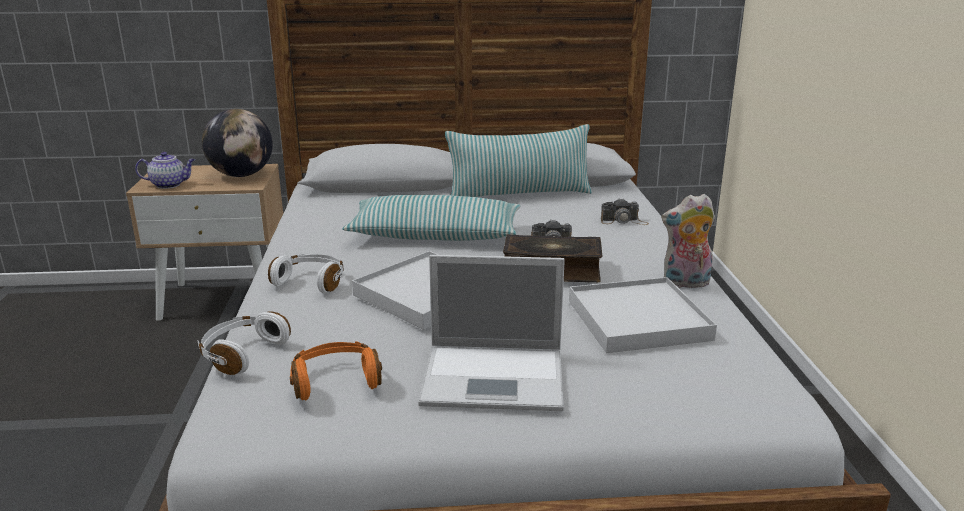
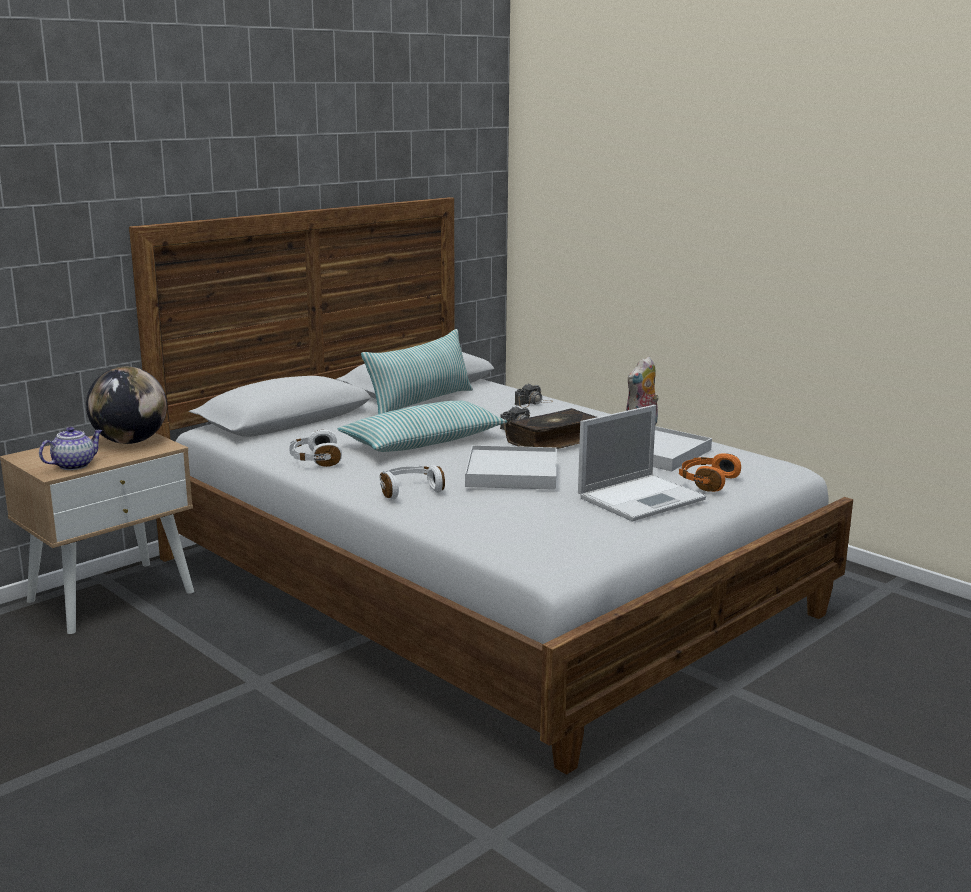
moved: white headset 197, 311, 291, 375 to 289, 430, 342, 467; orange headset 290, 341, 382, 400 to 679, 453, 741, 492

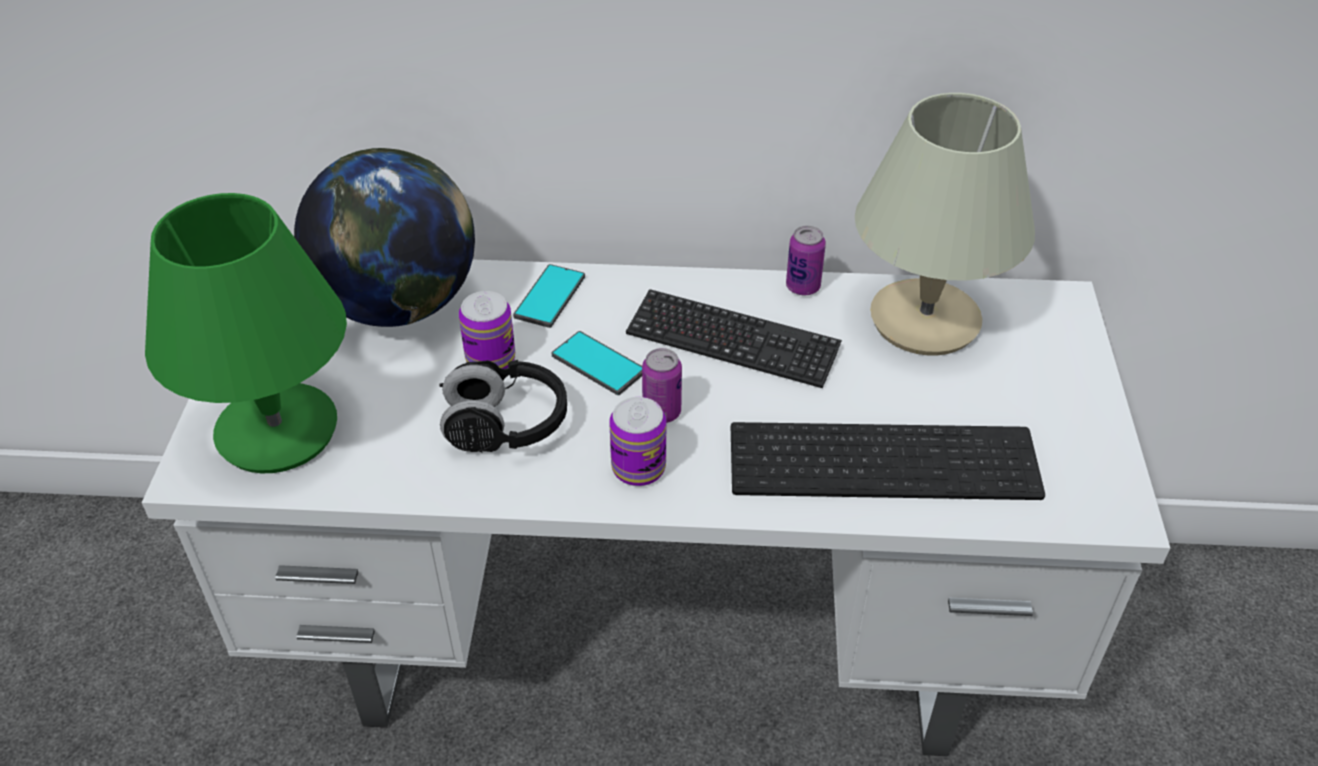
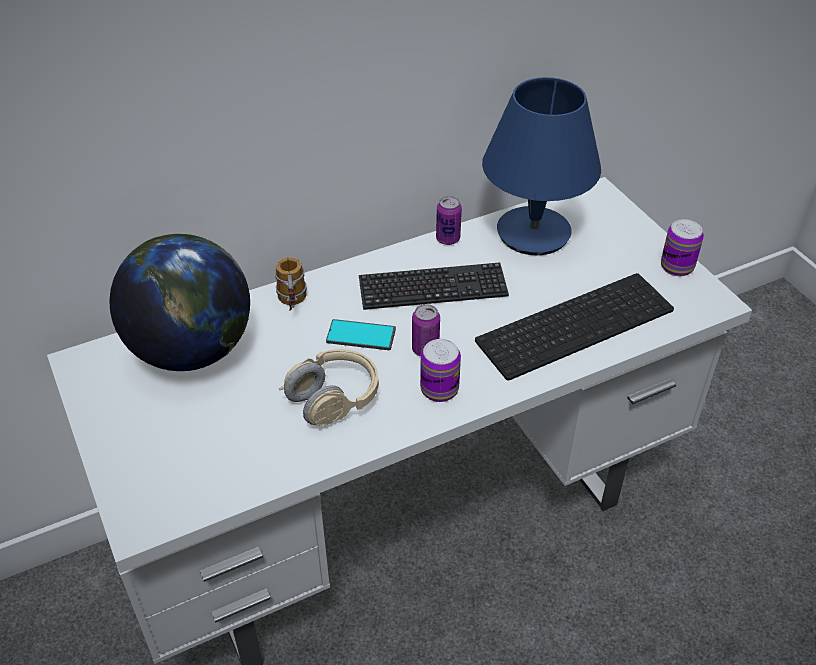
removed: green table lamp 145, 193, 347, 473
moved: sealed can 459, 291, 515, 369 to 661, 219, 704, 276
replaced: handset 513, 264, 585, 328 to mug 275, 257, 307, 311
recoloured: beige table lamp 855, 93, 1035, 356 to blue-coloured table lamp 482, 77, 601, 255; black headset 440, 360, 567, 452 to beige headset 279, 349, 379, 426

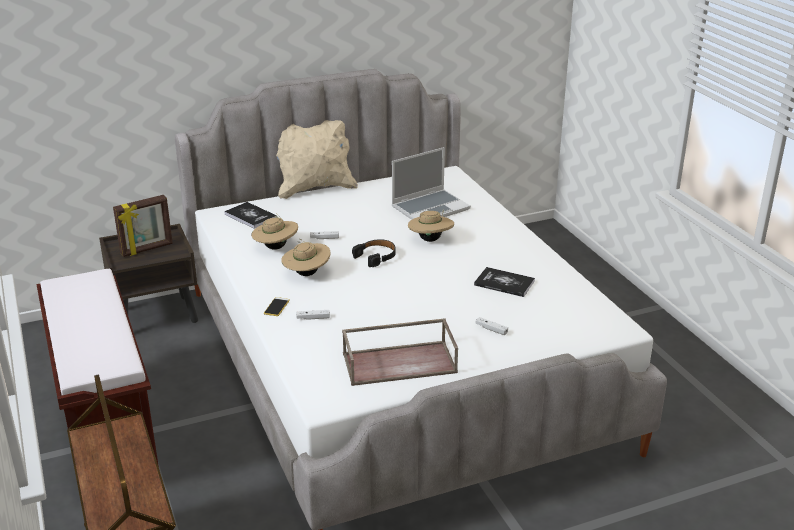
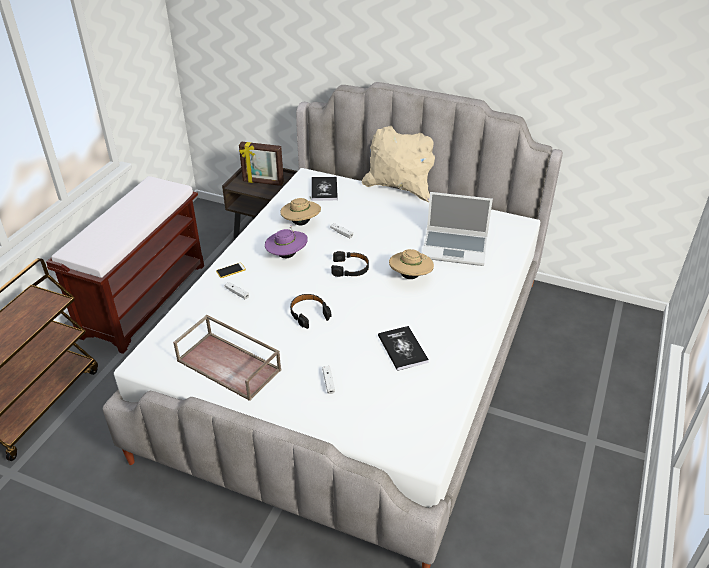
added: black headset 290, 294, 331, 329
recoloured: beige hat 281, 239, 330, 276 to purple-coloured hat 265, 225, 308, 258

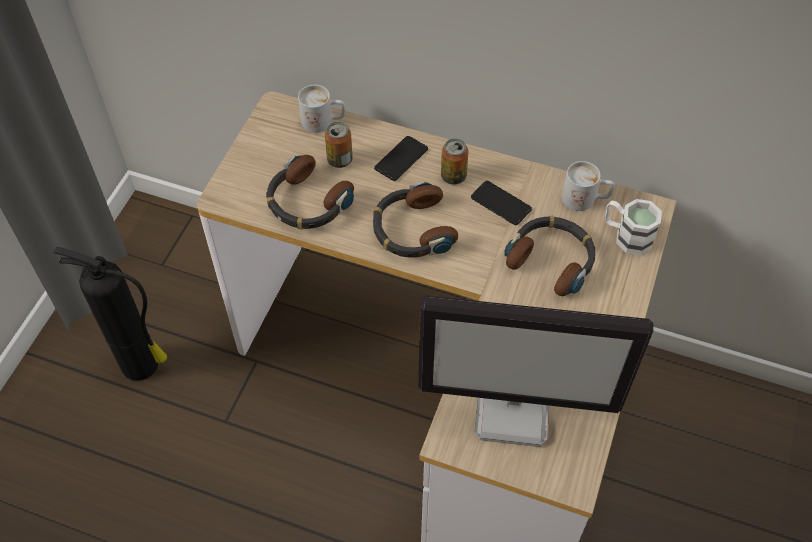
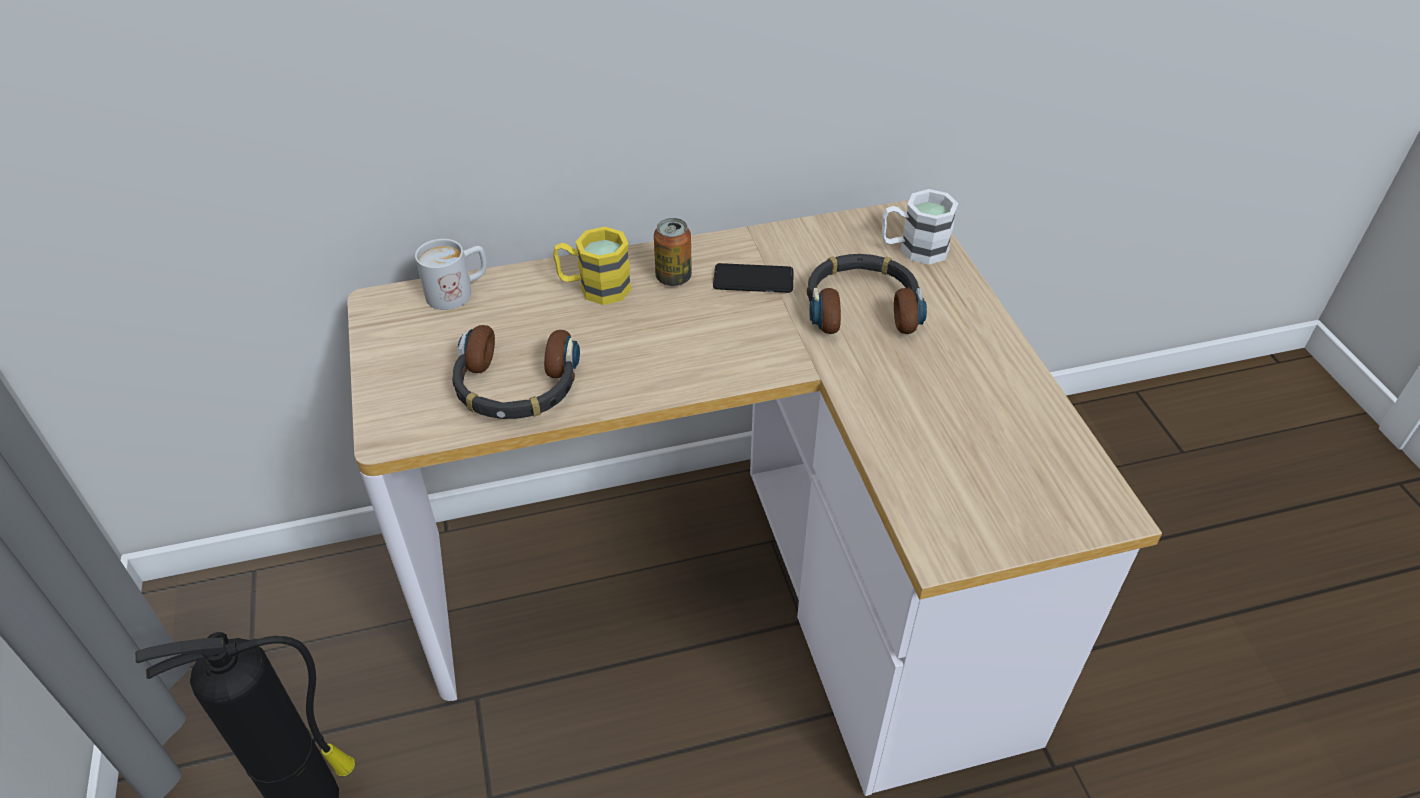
removed: sealed can 325, 122, 353, 168; white mug 562, 161, 615, 211; headset 373, 182, 458, 258; monitor 418, 296, 654, 447
replaced: handset 374, 136, 428, 181 to yellow-coloured mug 553, 227, 632, 305

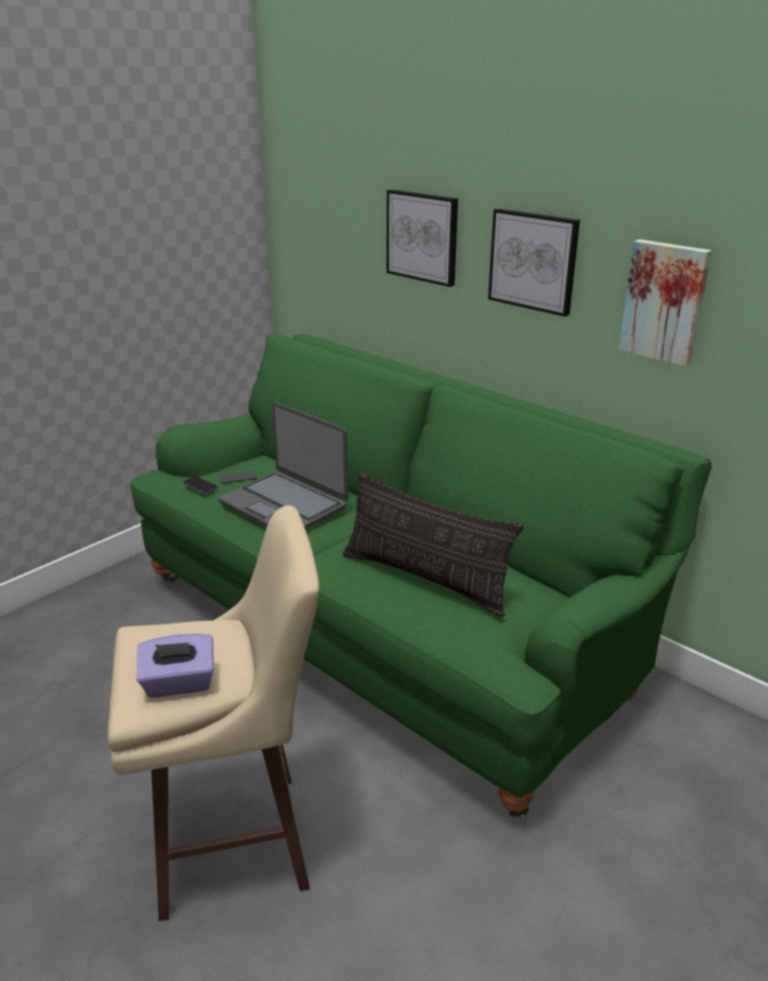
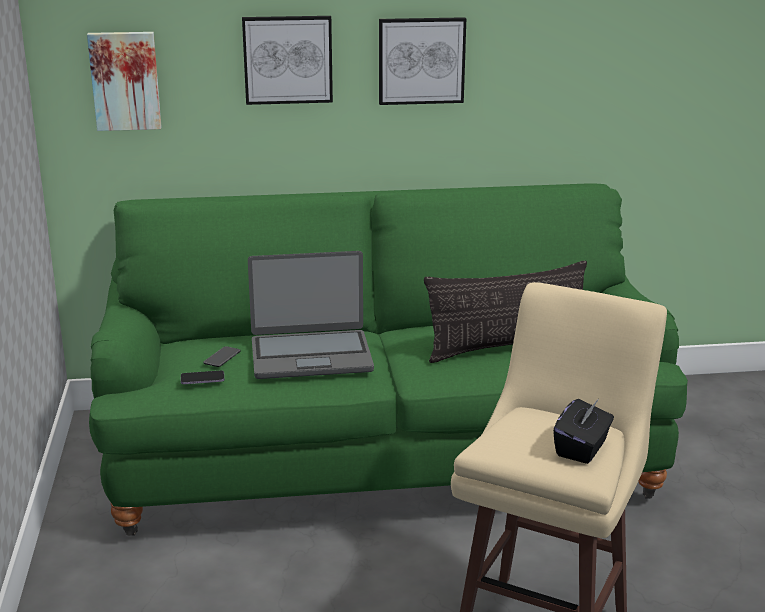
moved: picture 619, 239, 712, 366 to 87, 32, 161, 131
recoloured: purple-coloured tissue box 137, 634, 214, 698 to black tissue box 553, 399, 614, 464

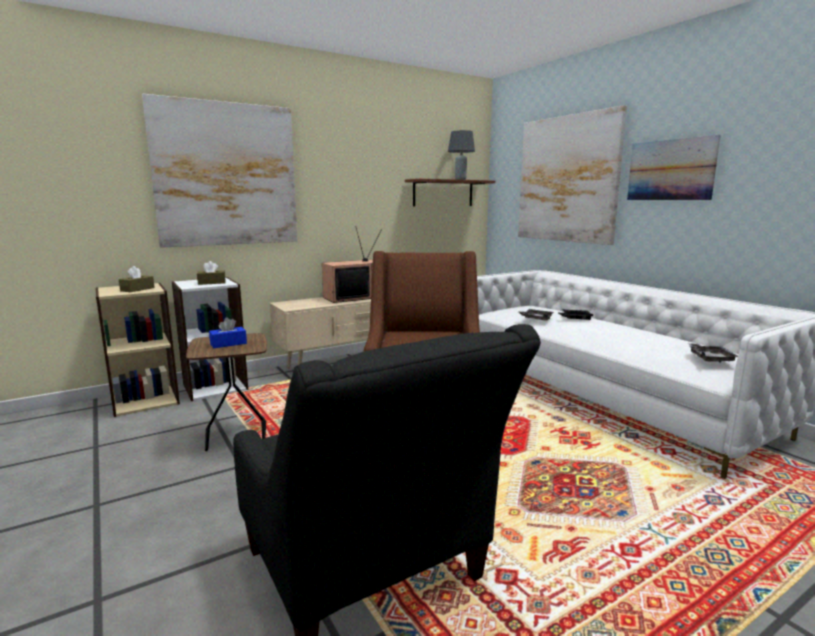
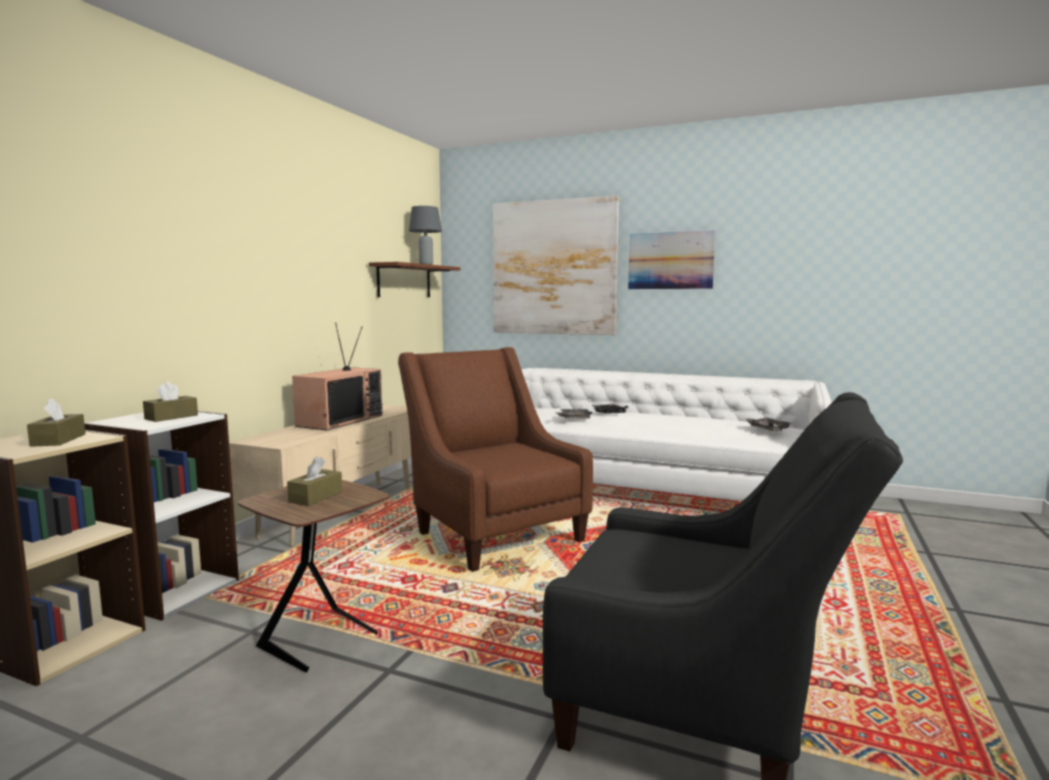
removed: picture 142, 94, 298, 248
recoloured: blue-coloured tissue box 209, 317, 247, 348 to brown tissue box 287, 456, 342, 506

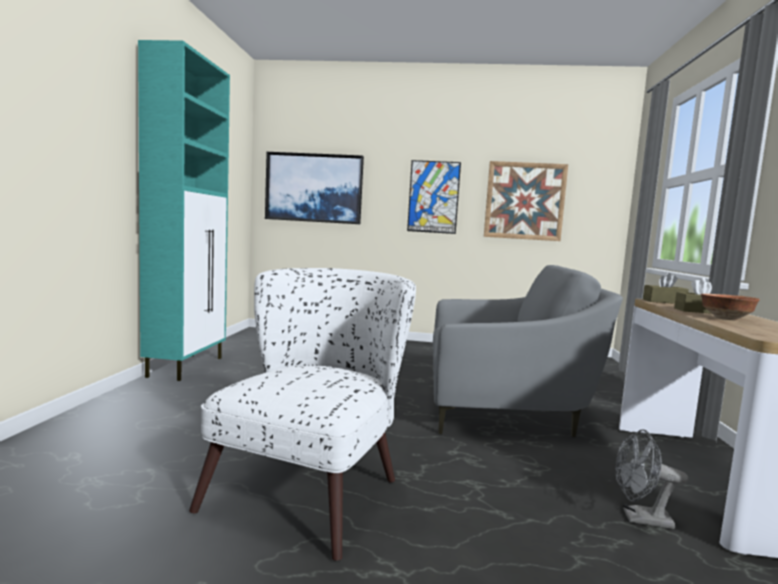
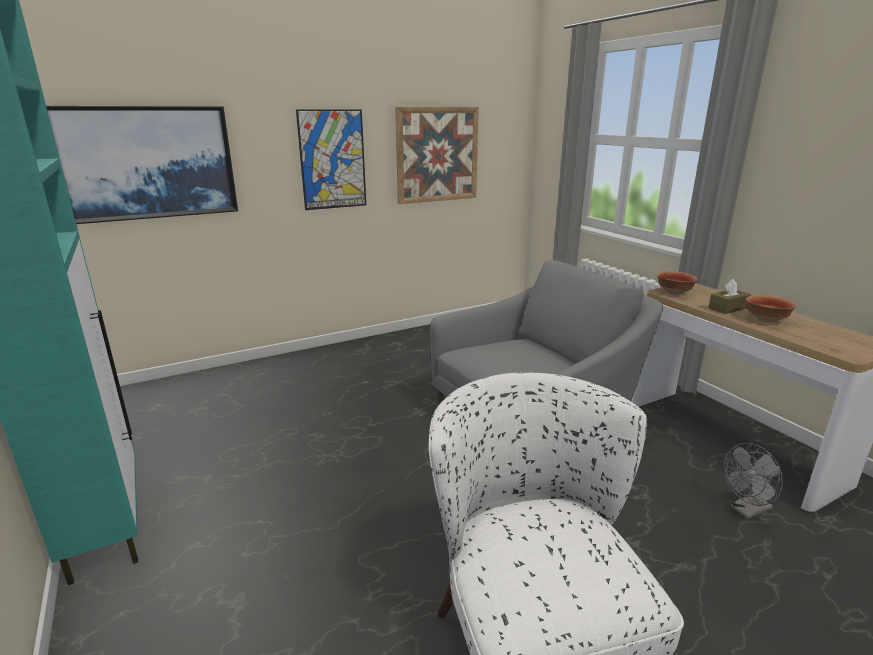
replaced: brown tissue box 643, 273, 689, 304 to serving bowl 657, 271, 698, 295

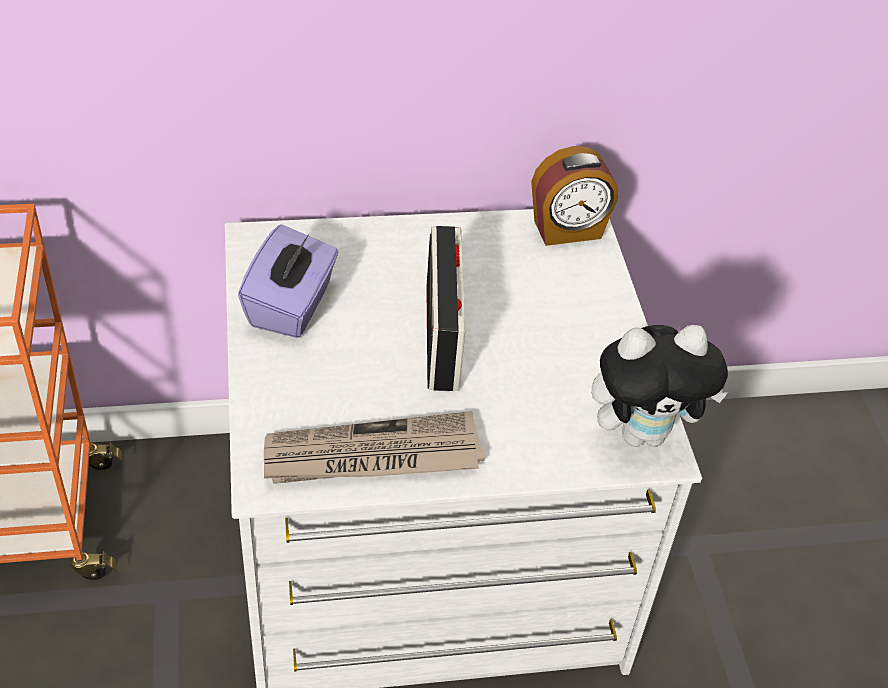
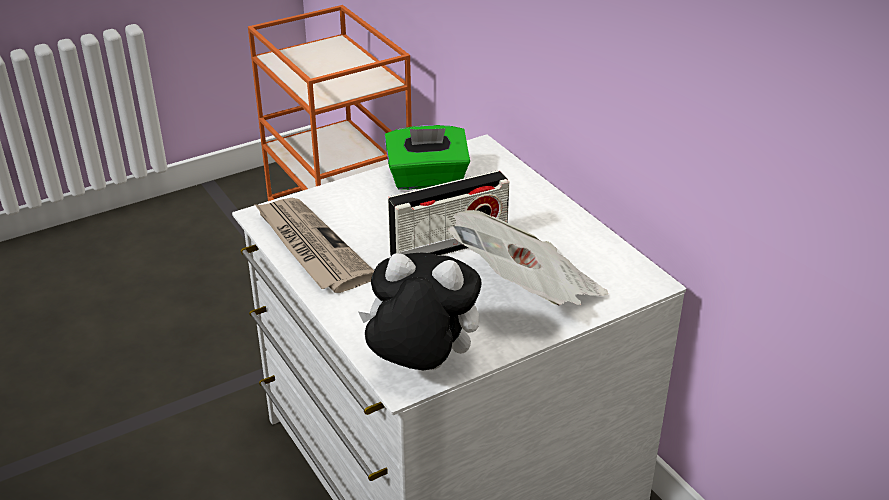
removed: alarm clock 531, 146, 618, 246
added: newspaper 447, 210, 608, 305
recoloured: purple-coloured tissue box 238, 225, 338, 338 to green tissue box 384, 125, 470, 190
turned: cuddly toy 592, 325, 728, 447 = 358, 253, 482, 371 135 degrees clockwise

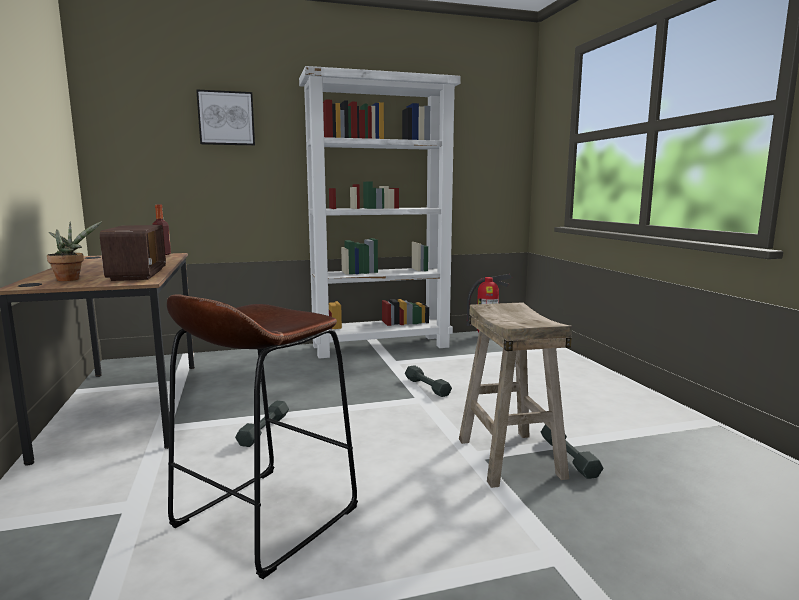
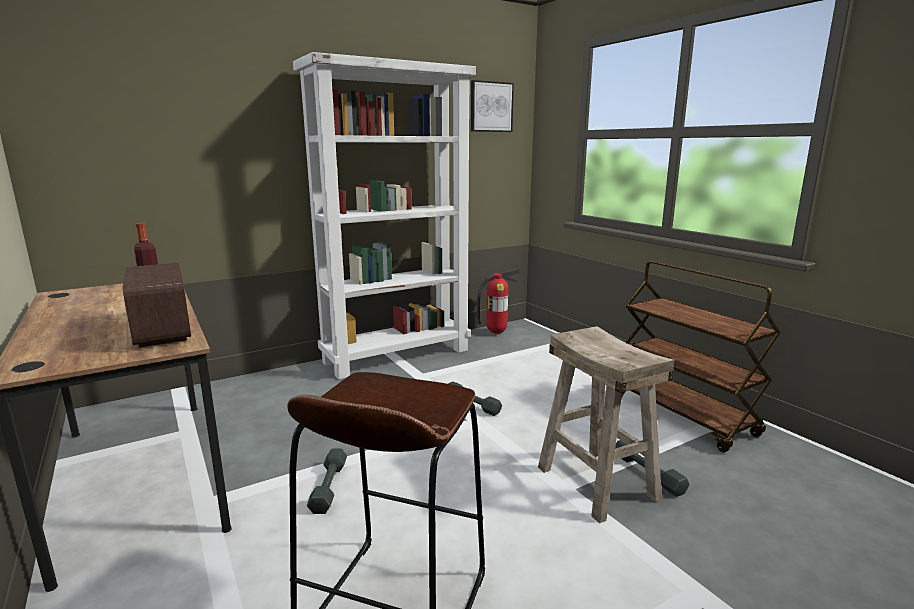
removed: houseplant 47, 221, 102, 281
added: brown trolley 621, 261, 781, 452
moved: picture 196, 89, 255, 146 to 471, 80, 514, 132

